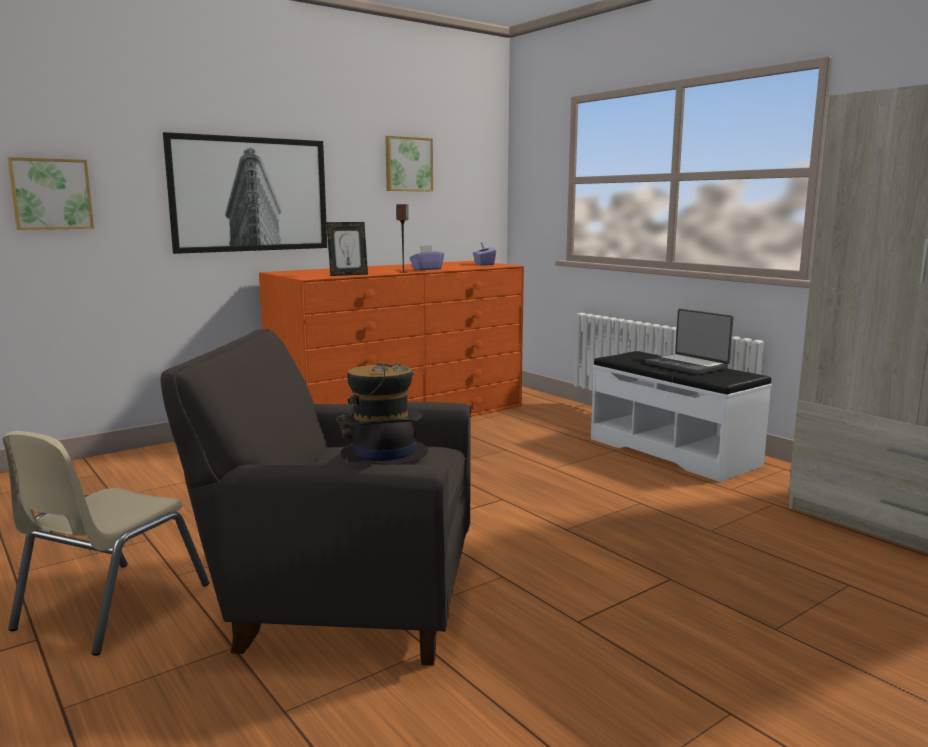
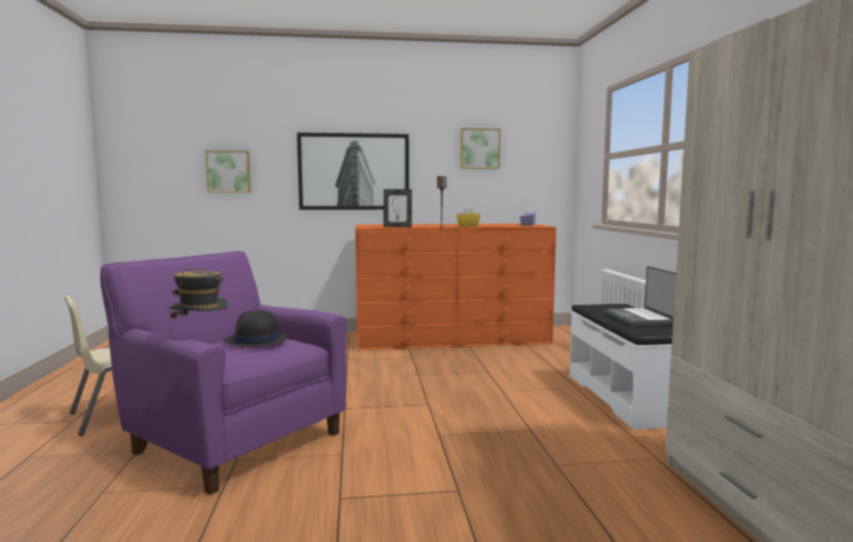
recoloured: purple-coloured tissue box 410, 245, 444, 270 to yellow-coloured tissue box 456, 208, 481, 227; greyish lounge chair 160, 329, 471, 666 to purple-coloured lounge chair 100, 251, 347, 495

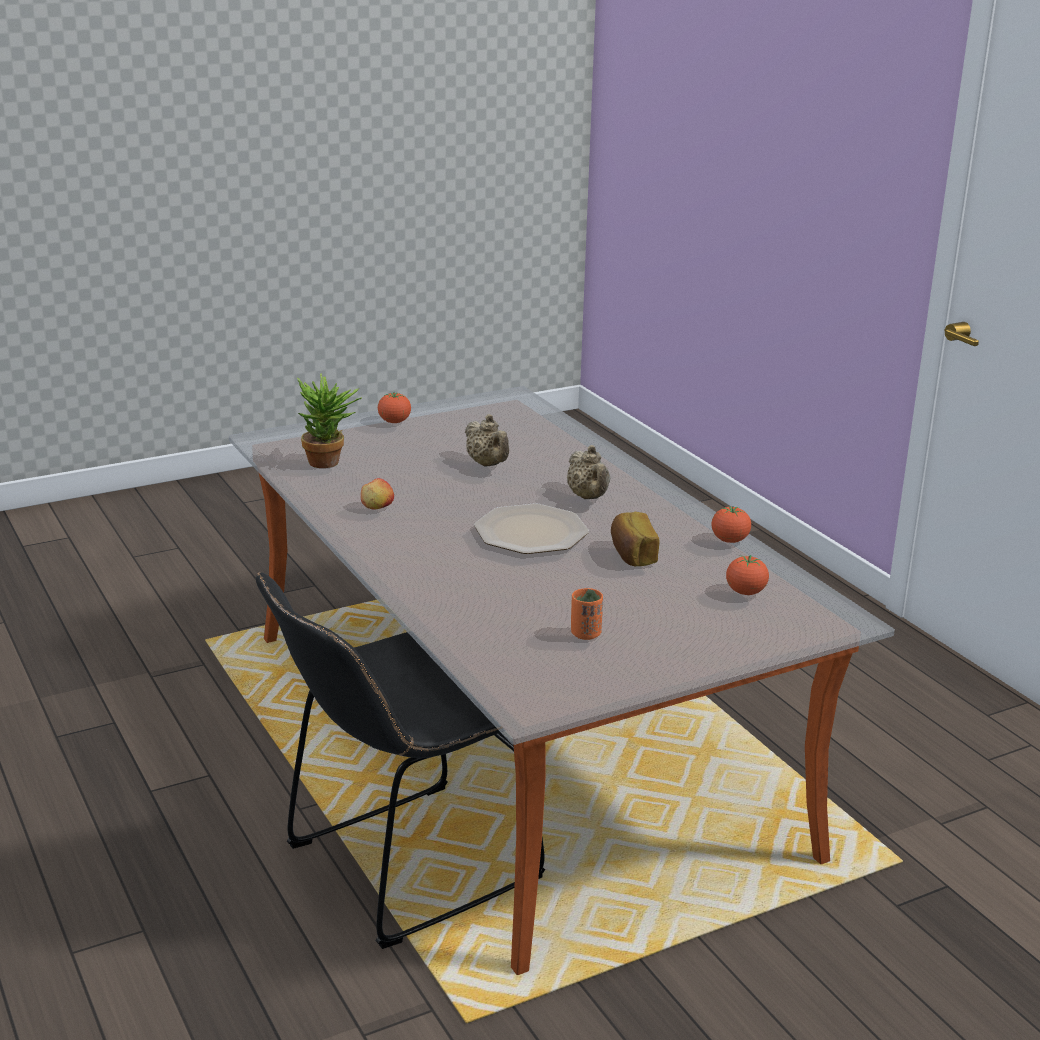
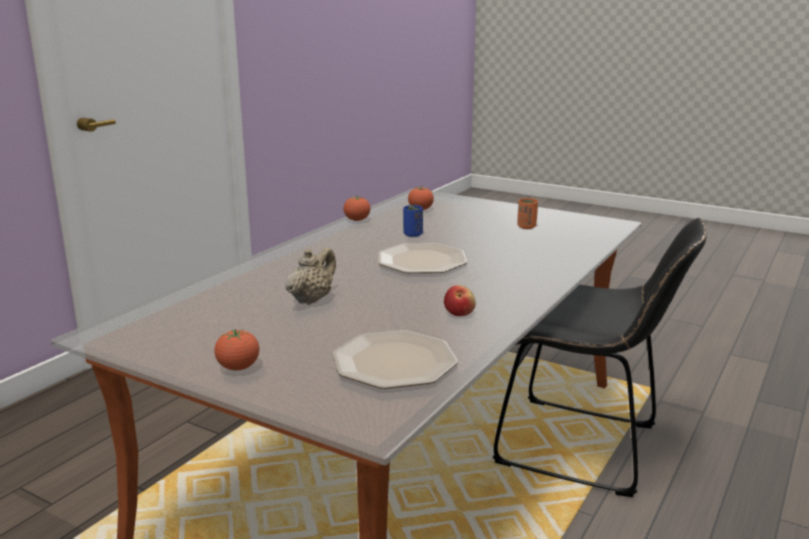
removed: beige pot for tea 567, 445, 610, 499
replaced: houseplant 297, 373, 362, 468 to dinner plate 332, 330, 458, 389; bread 611, 512, 659, 567 to blue-coloured small cup 403, 205, 423, 237

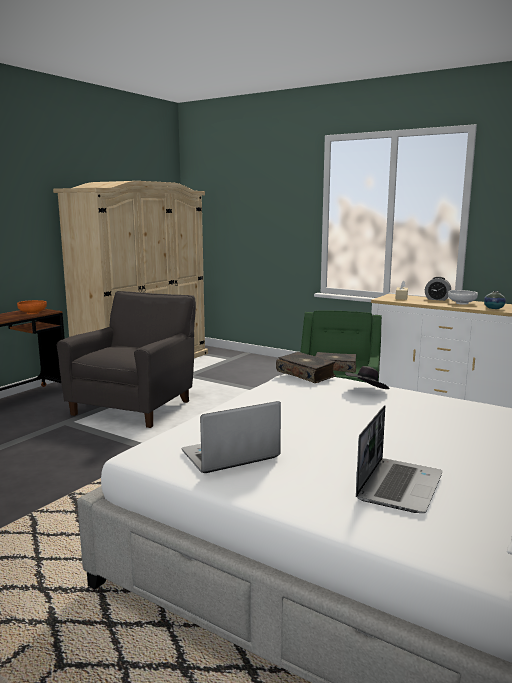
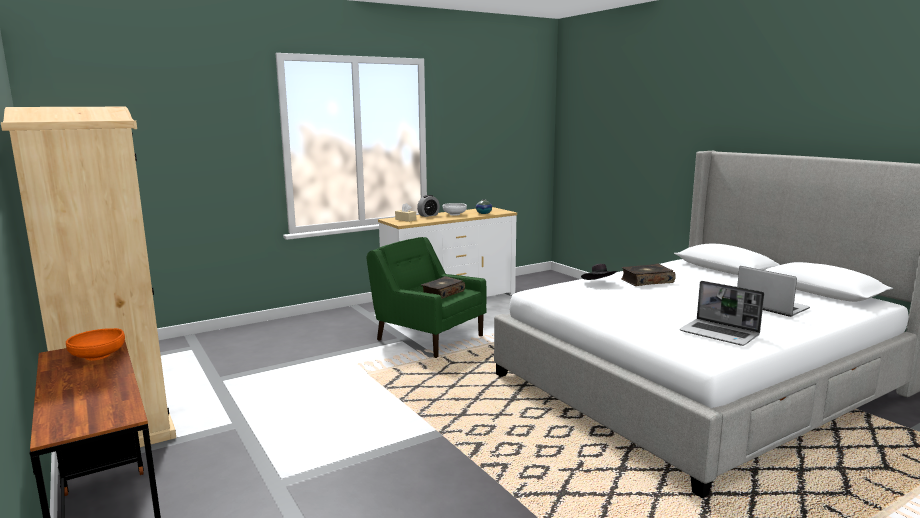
removed: greyish lounge chair 56, 291, 196, 428
moved: volume 276, 352, 336, 383 to 621, 264, 676, 286
turned: laptop 182, 401, 281, 473 = 680, 281, 764, 346 45 degrees counterclockwise

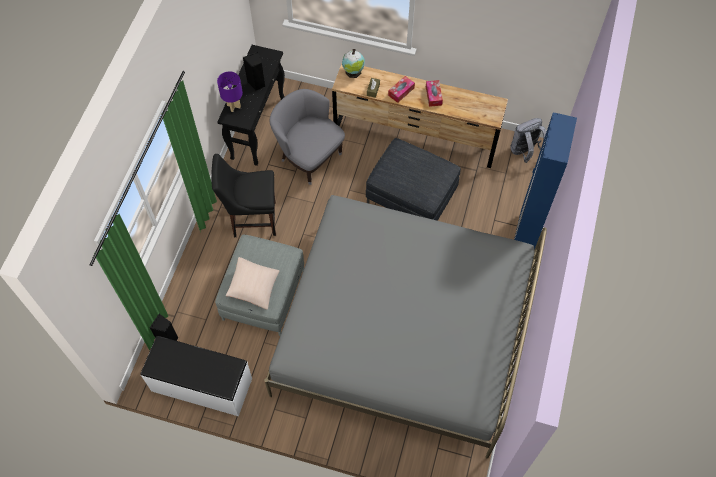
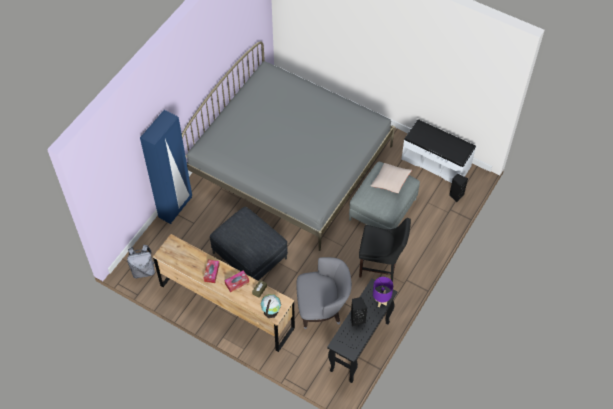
turned: greyish lounge chair 270, 89, 345, 185 = 296, 257, 352, 329 60 degrees counterclockwise

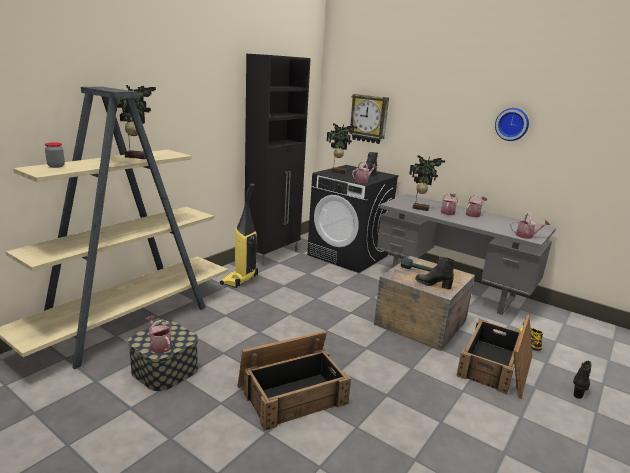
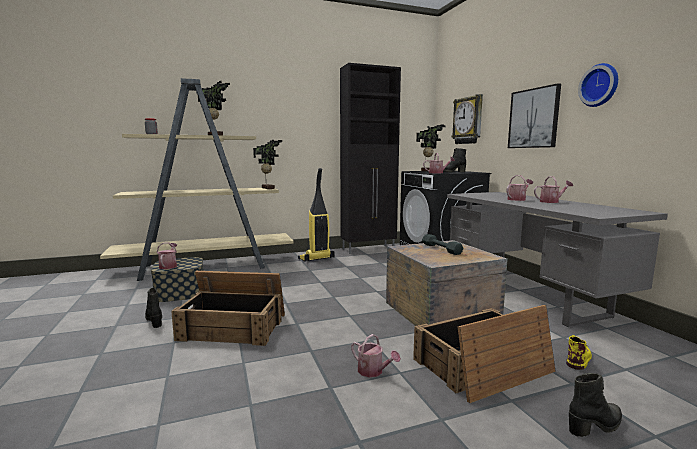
added: picture 508, 83, 561, 148
moved: houseplant 409, 155, 445, 211 to 253, 140, 282, 189; sprinkling can 510, 213, 550, 239 to 351, 334, 401, 378; black high-top boot 415, 257, 456, 289 to 145, 288, 162, 328

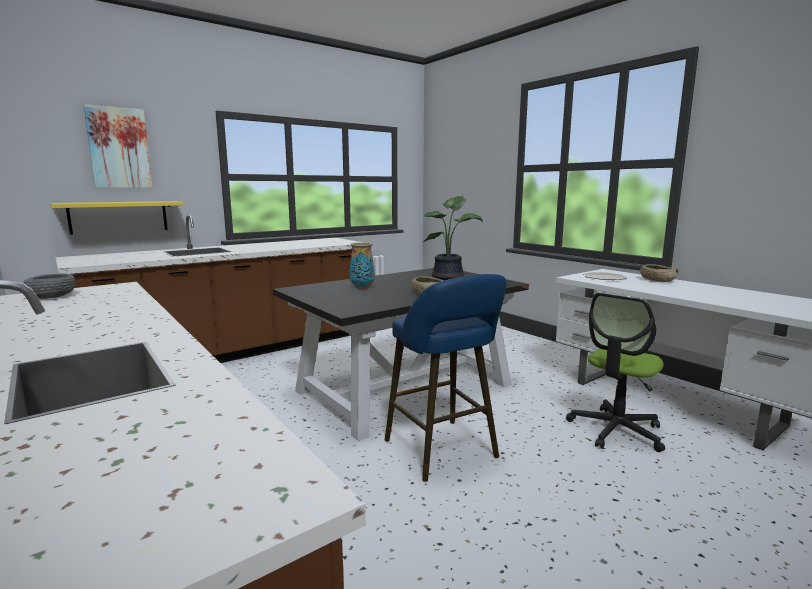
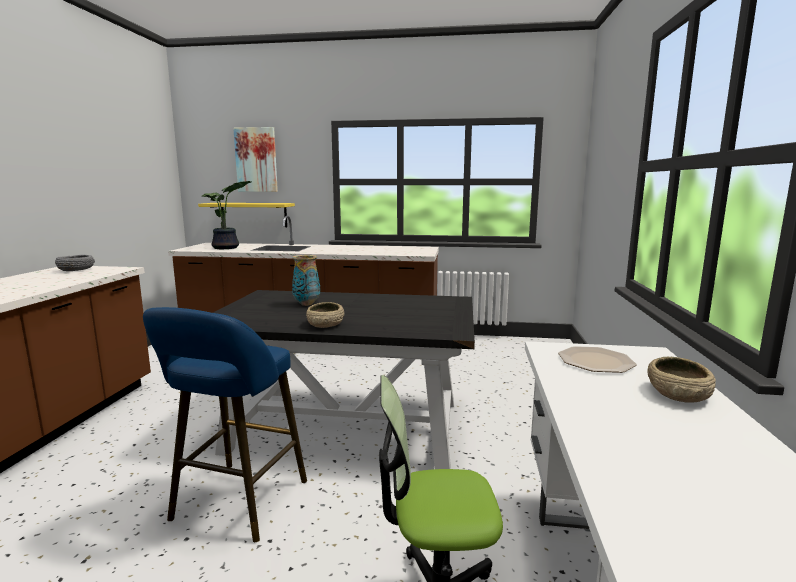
moved: houseplant 423, 196, 483, 281 to 202, 181, 251, 249

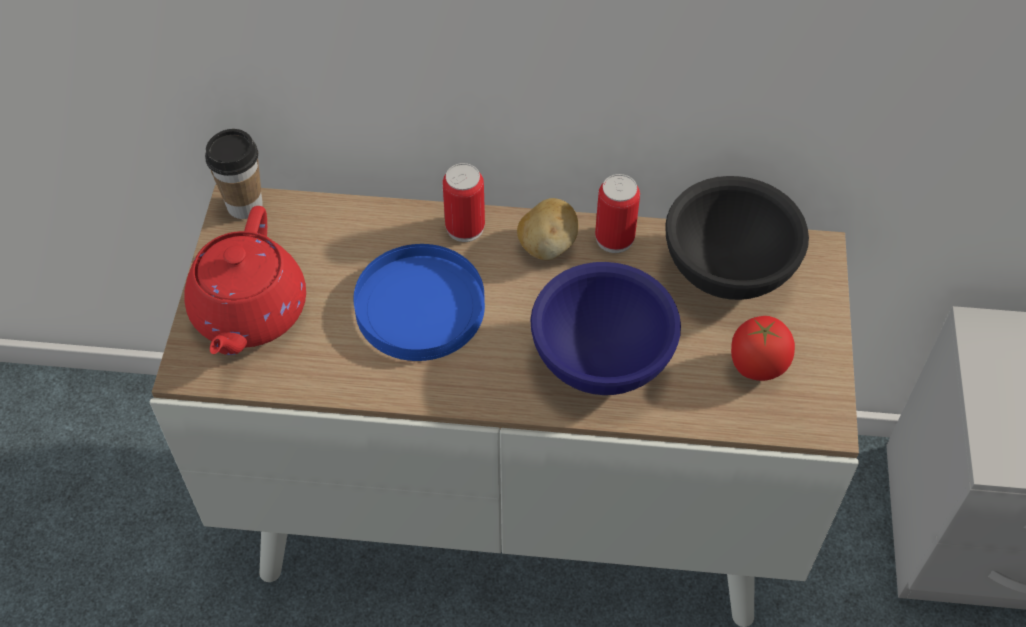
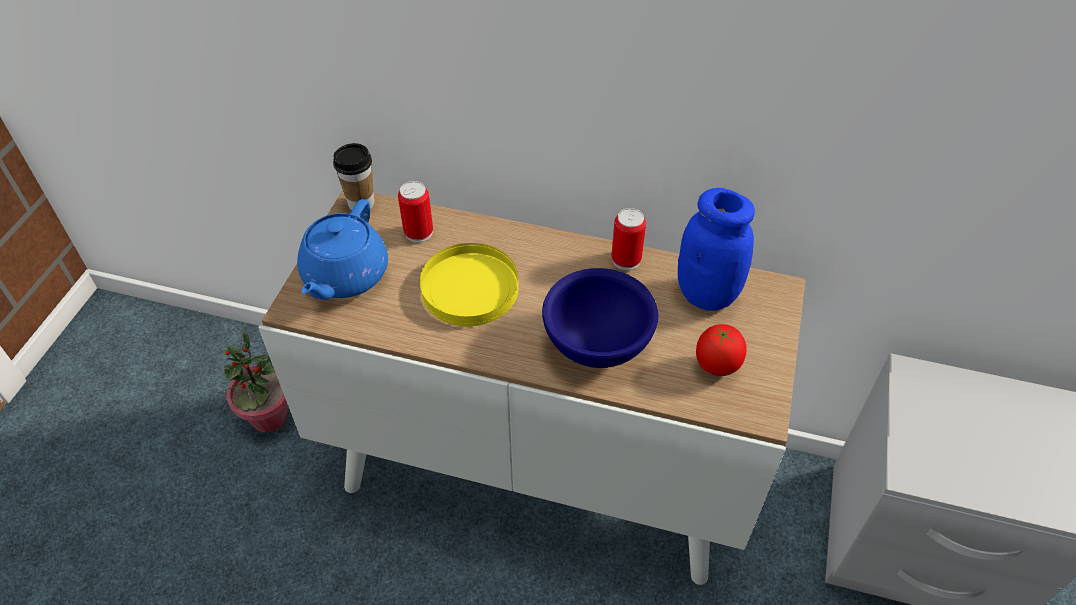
removed: spud 517, 198, 579, 260
added: houseplant 223, 331, 288, 432
moved: sealed can 442, 163, 485, 242 to 398, 181, 433, 243
replaced: black serving bowl 665, 176, 809, 300 to blue-coloured storage jar 678, 188, 755, 311
recoloured: red-coloured pot for tea 184, 206, 306, 355 to blue-coloured pot for tea 297, 199, 388, 300; blue-coloured dinner plate 353, 244, 485, 361 to yellow-coloured dinner plate 420, 243, 519, 326

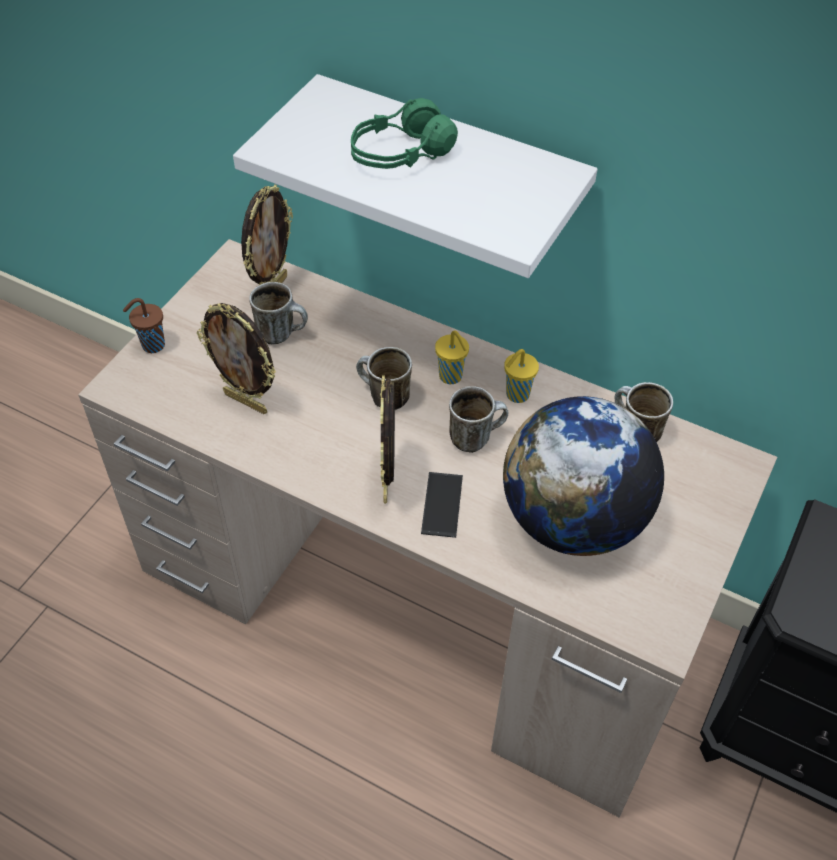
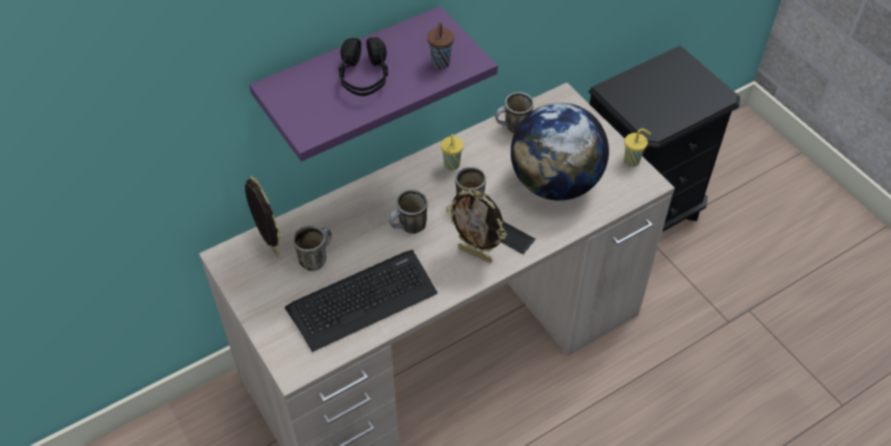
moved: brown small cup 123, 298, 165, 353 to 427, 22, 454, 69; yellow-coloured small cup 435, 331, 469, 384 to 624, 128, 651, 167
replaced: standing frame 197, 303, 276, 414 to keyboard 285, 250, 438, 352
recoloured: white wall shelf 233, 74, 598, 278 to purple-coloured wall shelf 249, 6, 498, 161; green headset 351, 98, 458, 169 to black headset 339, 37, 388, 96

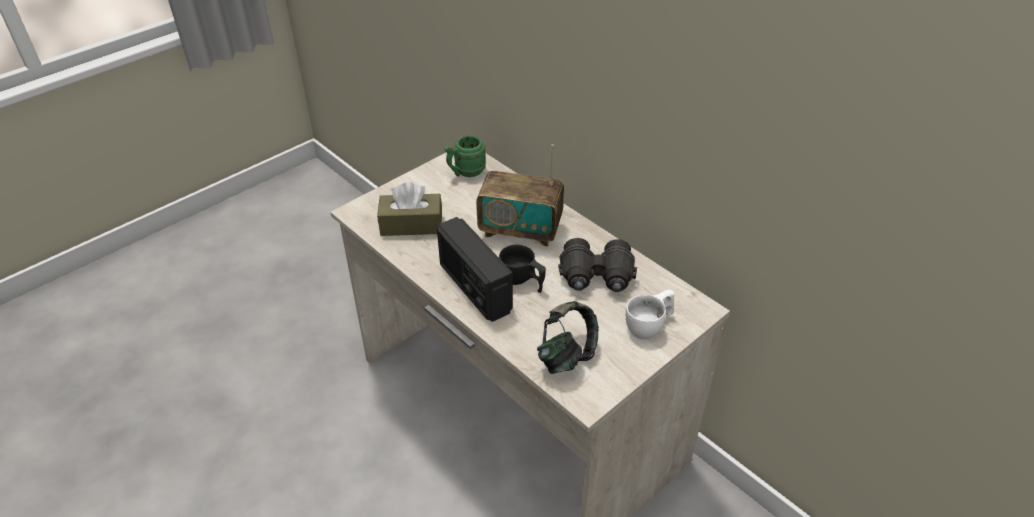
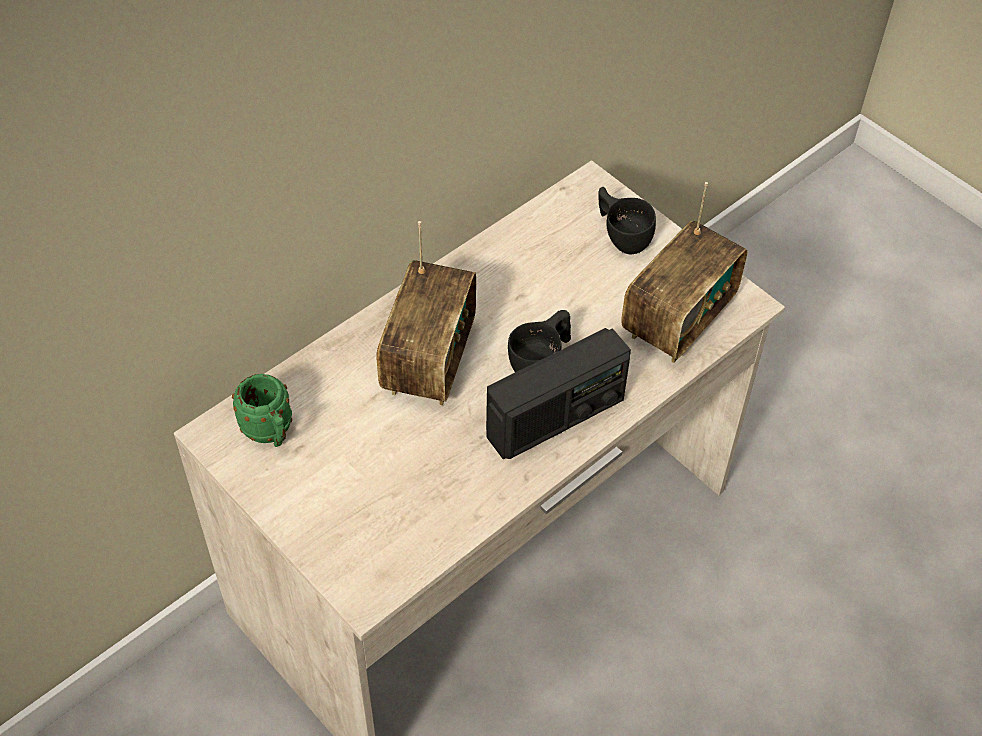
removed: brown tissue box 377, 182, 442, 236; black pair of binoculars 558, 238, 637, 292
replaced: headset 537, 301, 599, 374 to radio 621, 182, 748, 363
recoloured: white small cup 626, 289, 674, 339 to black small cup 598, 187, 656, 254

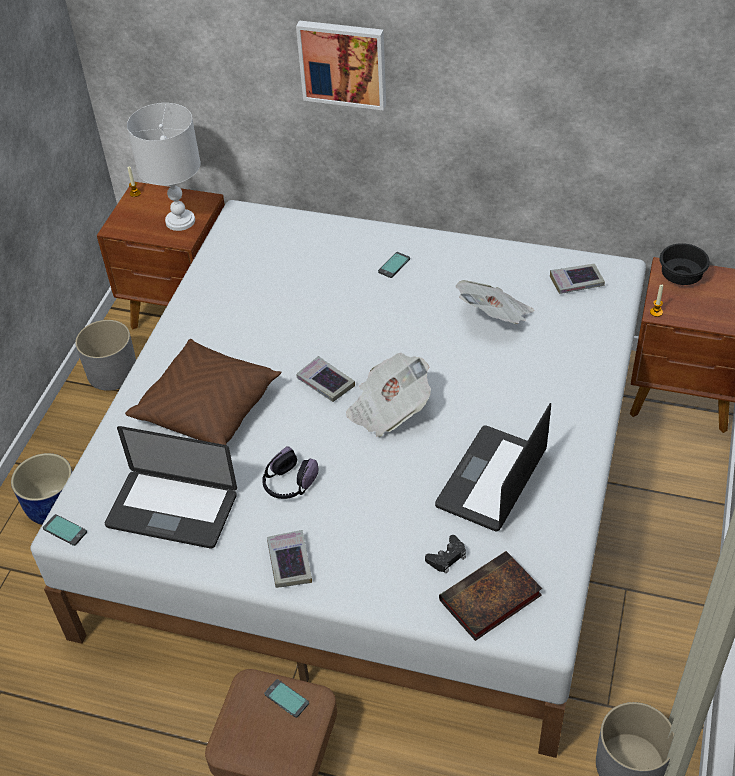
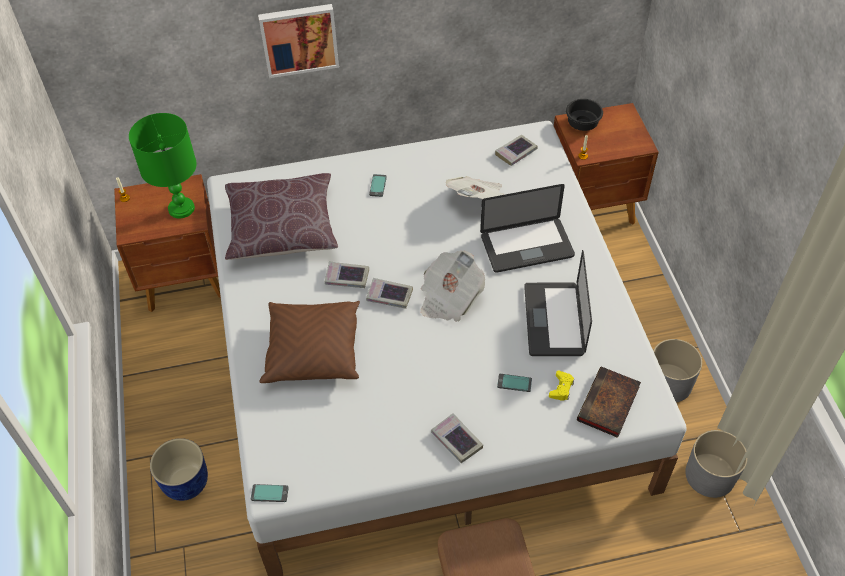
removed: headset 262, 446, 319, 499
added: brown cushion 225, 173, 338, 260; volume 325, 261, 369, 288
moved: greyish planter 75, 320, 136, 391 to 653, 339, 702, 402; laptop 105, 426, 237, 548 to 480, 184, 575, 273; handset 264, 679, 309, 718 to 497, 374, 532, 392
recoloured: white table lamp 127, 103, 201, 231 to green table lamp 129, 113, 197, 218; black gamepad 425, 535, 466, 573 to yellow-coloured gamepad 549, 370, 574, 401

